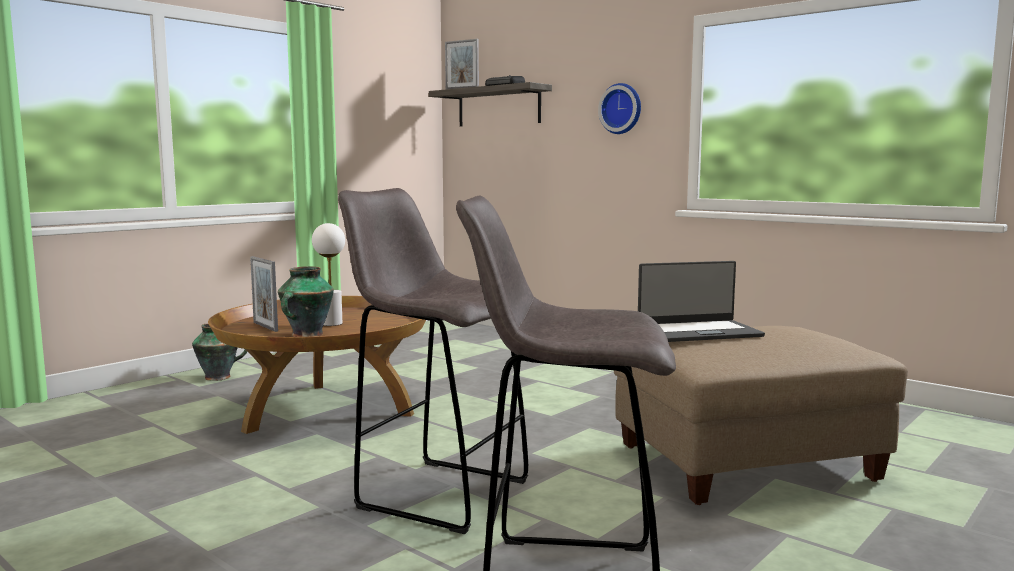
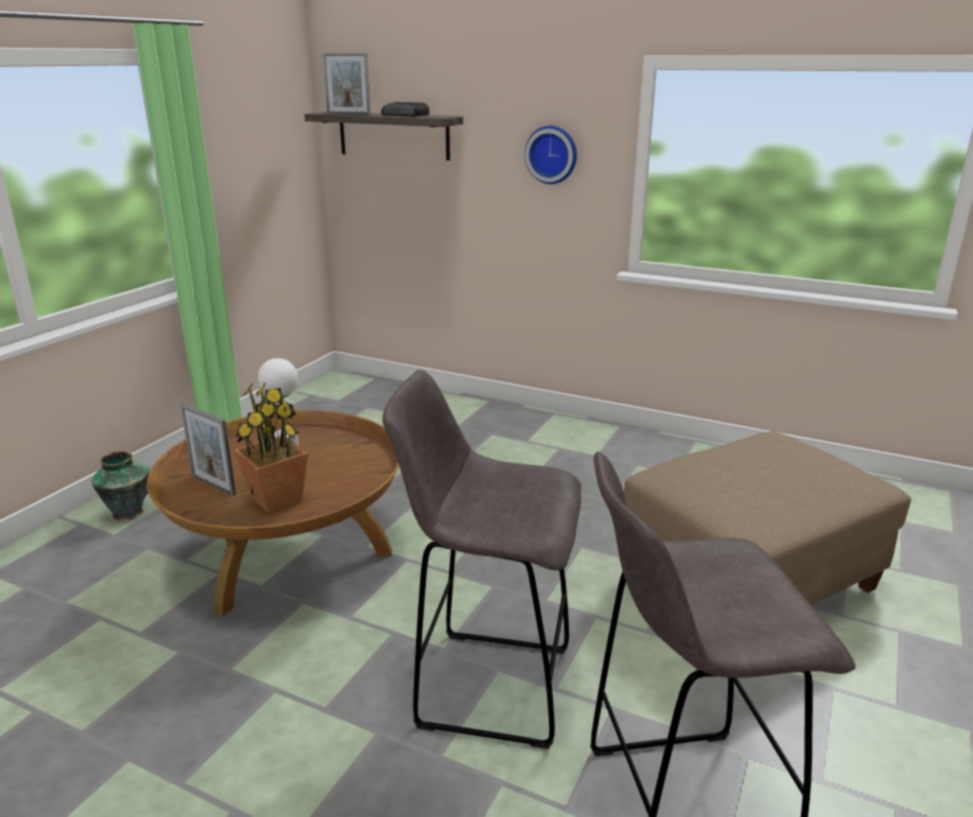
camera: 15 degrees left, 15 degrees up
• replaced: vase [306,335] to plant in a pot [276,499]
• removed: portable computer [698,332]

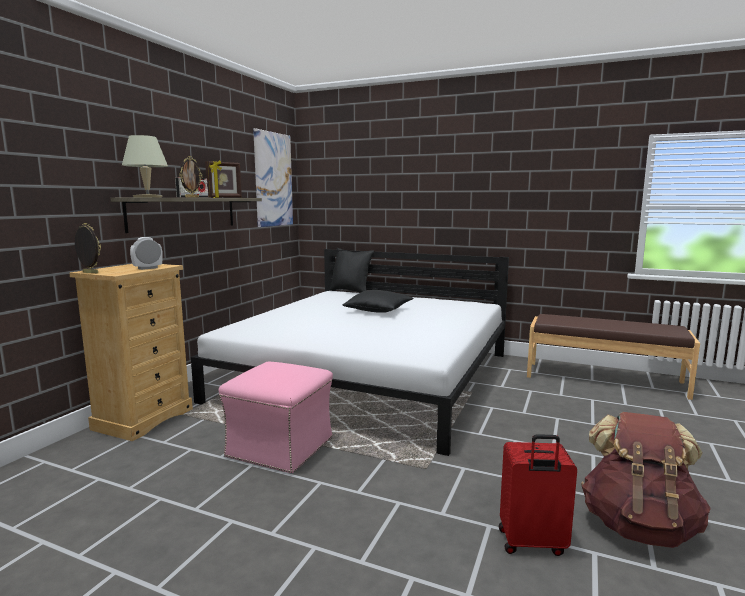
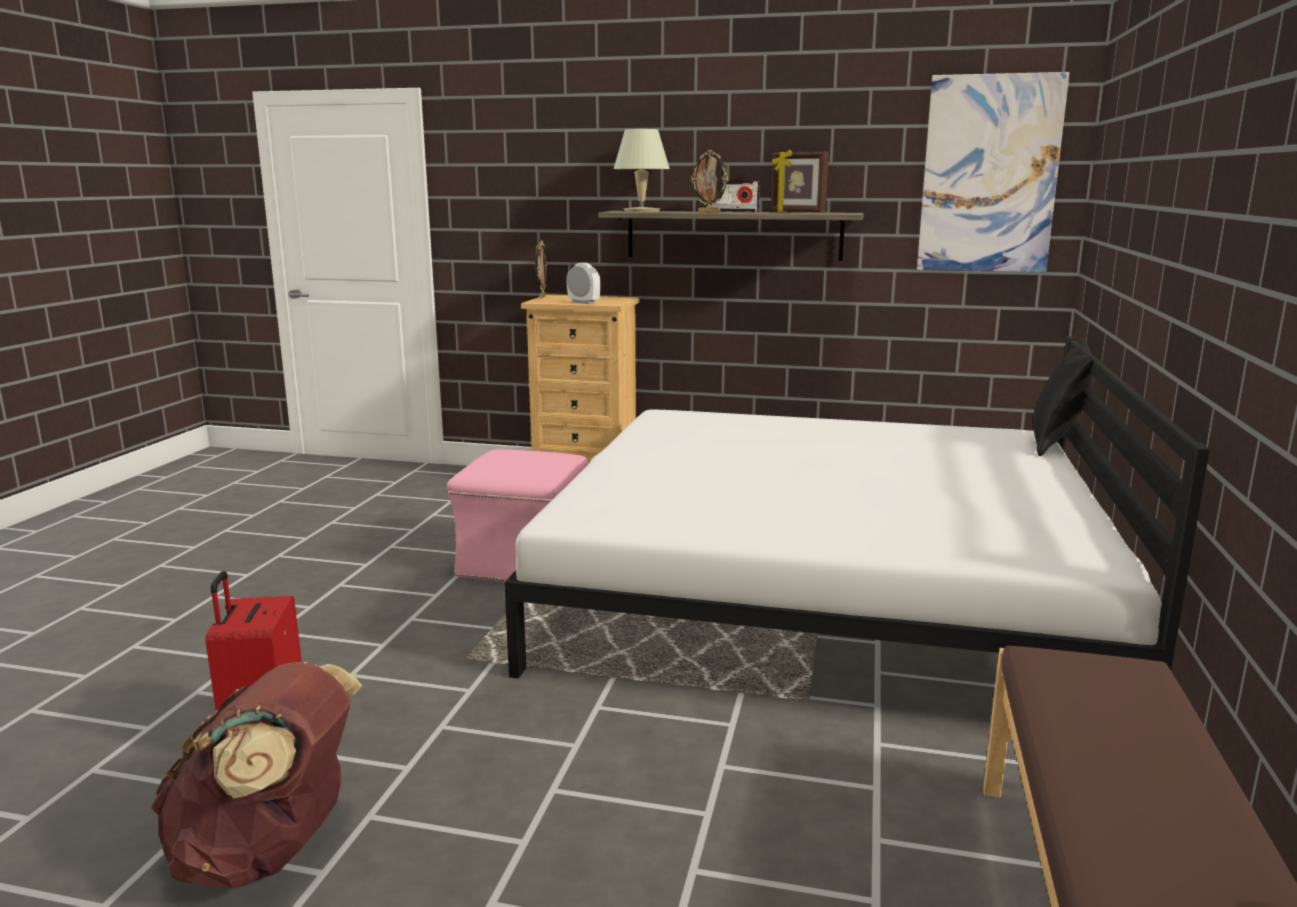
camera: 80 degrees right, 5 degrees up
• removed: black-coloured throw pillow [378,310]

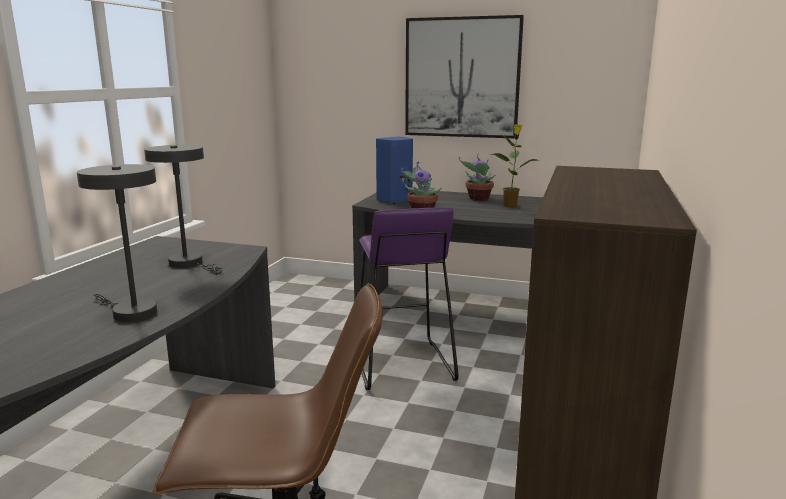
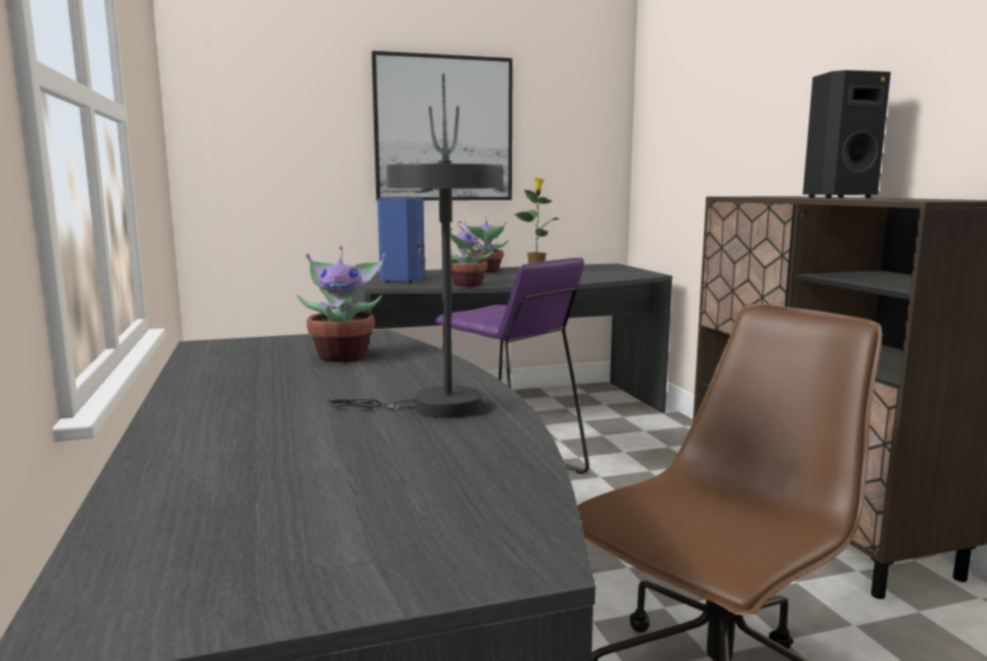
camera: 35 degrees left, 5 degrees down
• replaced: gray table lamp [190,264] to plant in a pot [343,356]
• added: black-coloured audio speaker [837,197]

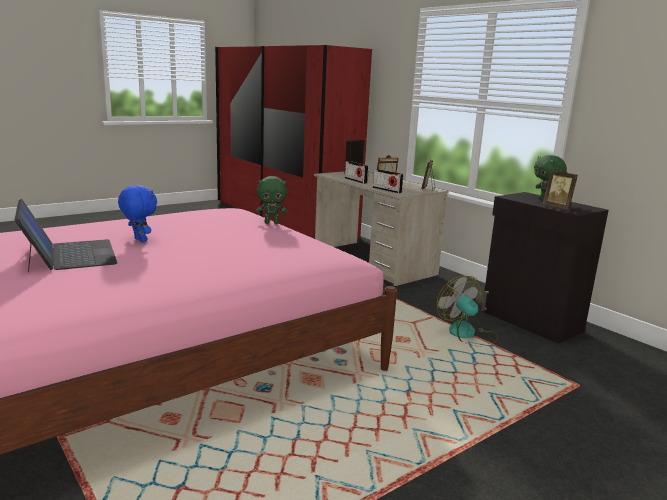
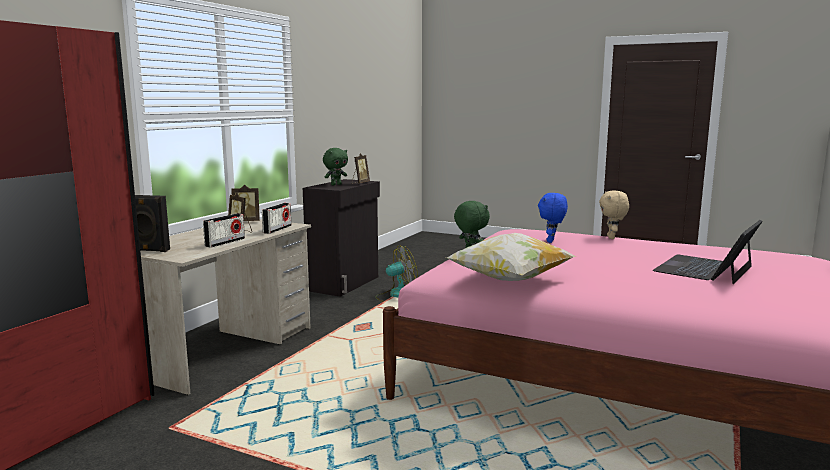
camera: 115 degrees left, 5 degrees down
• moved: blue-coloured plush toy [139,240] to [551,241]
• turned: fan [467,335] = [397,296] 150 degrees counterclockwise
• added: throw pillow [509,280]
• added: beige plush toy [612,238]

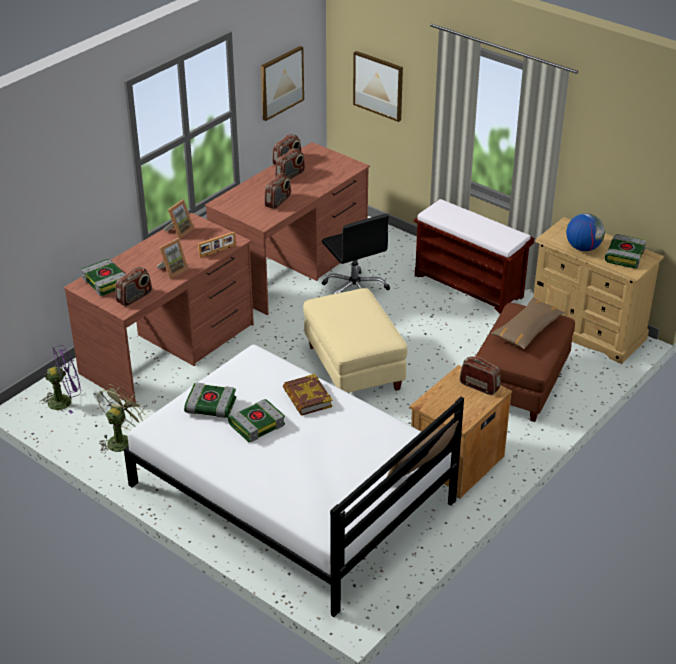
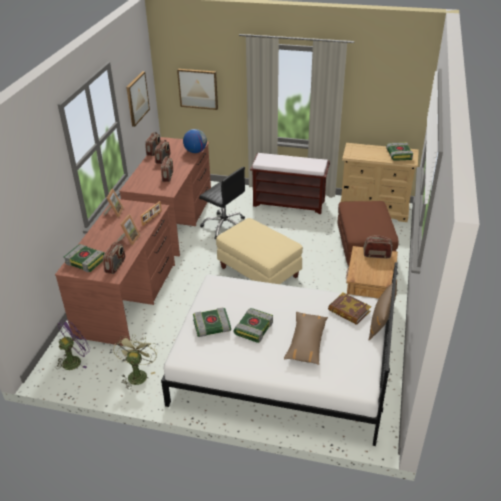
camera: 25 degrees left, 0 degrees up
• moved: bound book [307,398] to [349,311]
• moved: brown throw pillow [527,330] to [306,342]
• moved: world globe [583,248] to [195,151]

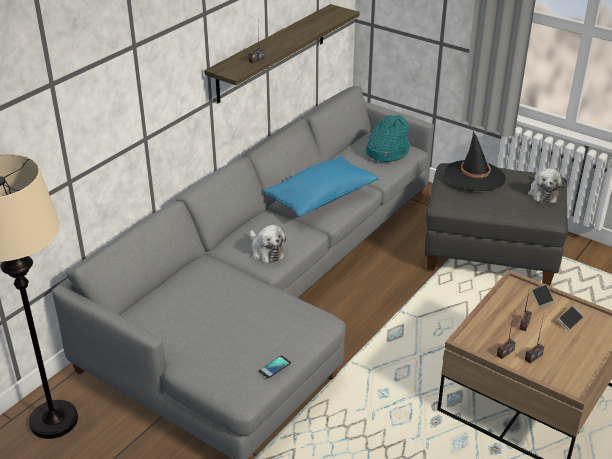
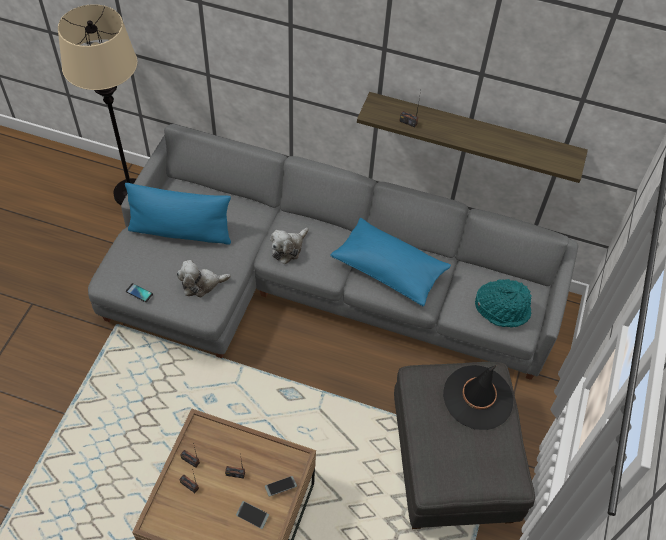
camera: 70 degrees right, 20 degrees up
• moved: plush toy [543,193] to [201,284]
• added: blue-coloured throw pillow [181,231]

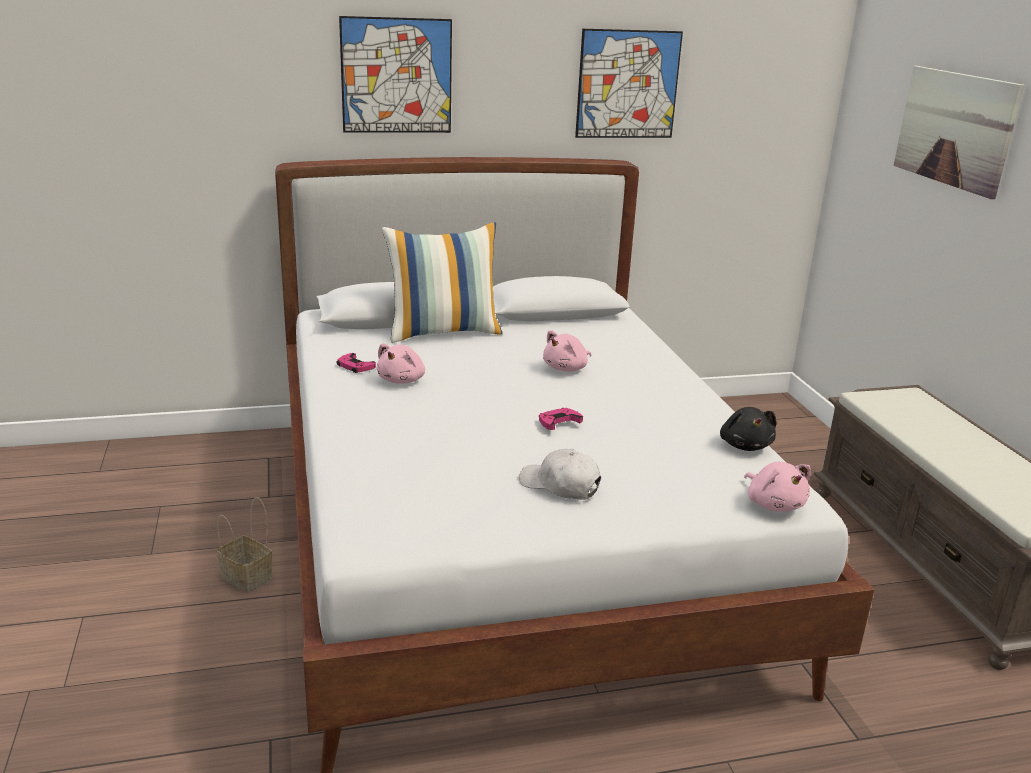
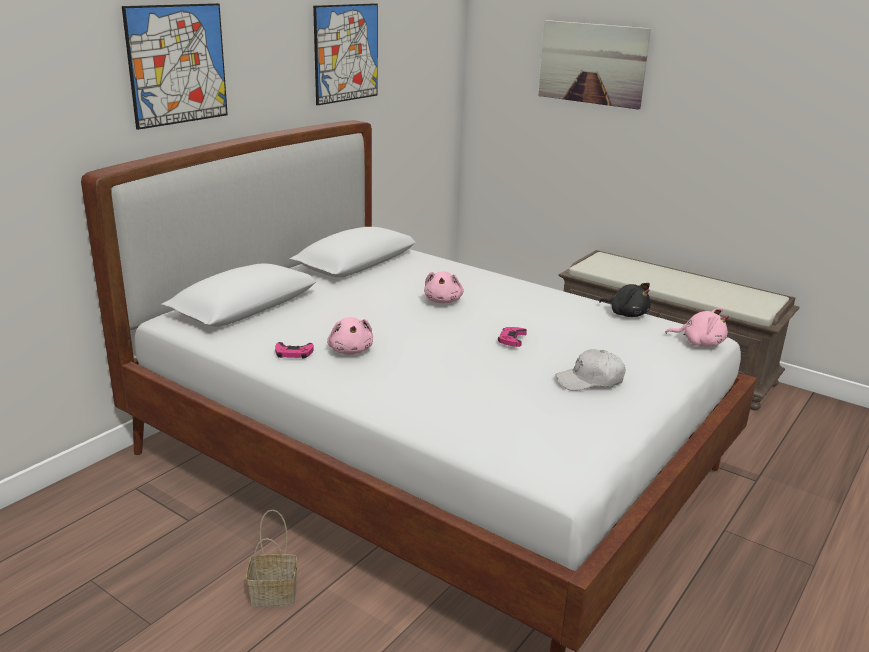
camera: 40 degrees left, 0 degrees up
• removed: throw pillow [443,332]

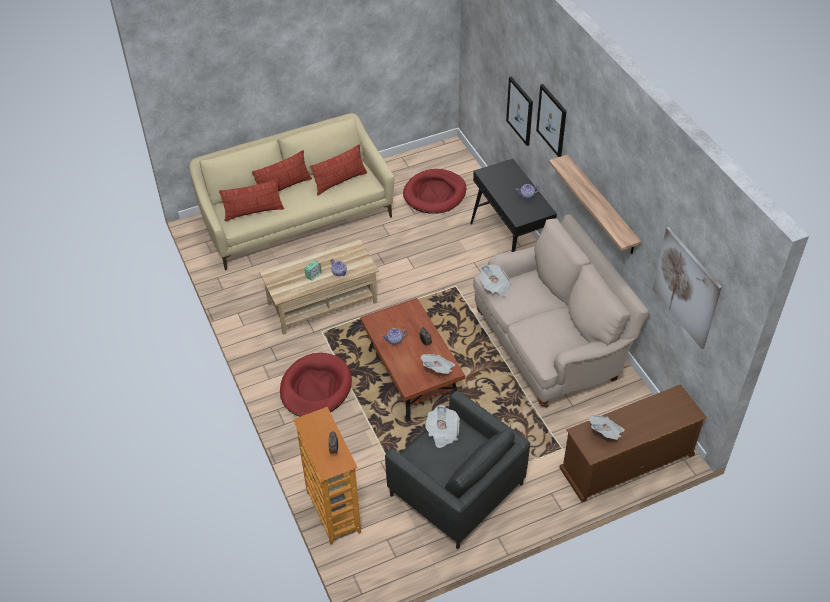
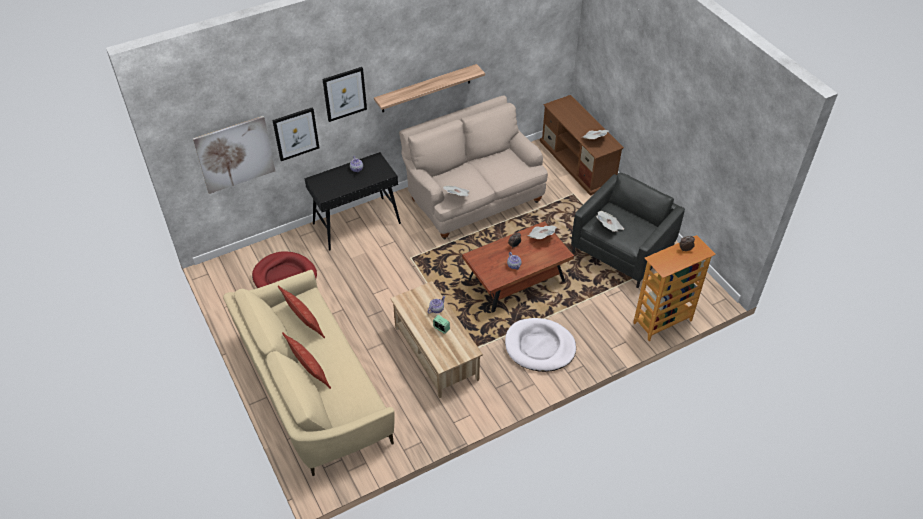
camera: 95 degrees left, 0 degrees up
• removed: throw pillow [253,212]
• recoloured: red dog bed [315,388] to white-coloured dog bed [539,347]
• moved: picture [686,287] to [235,154]

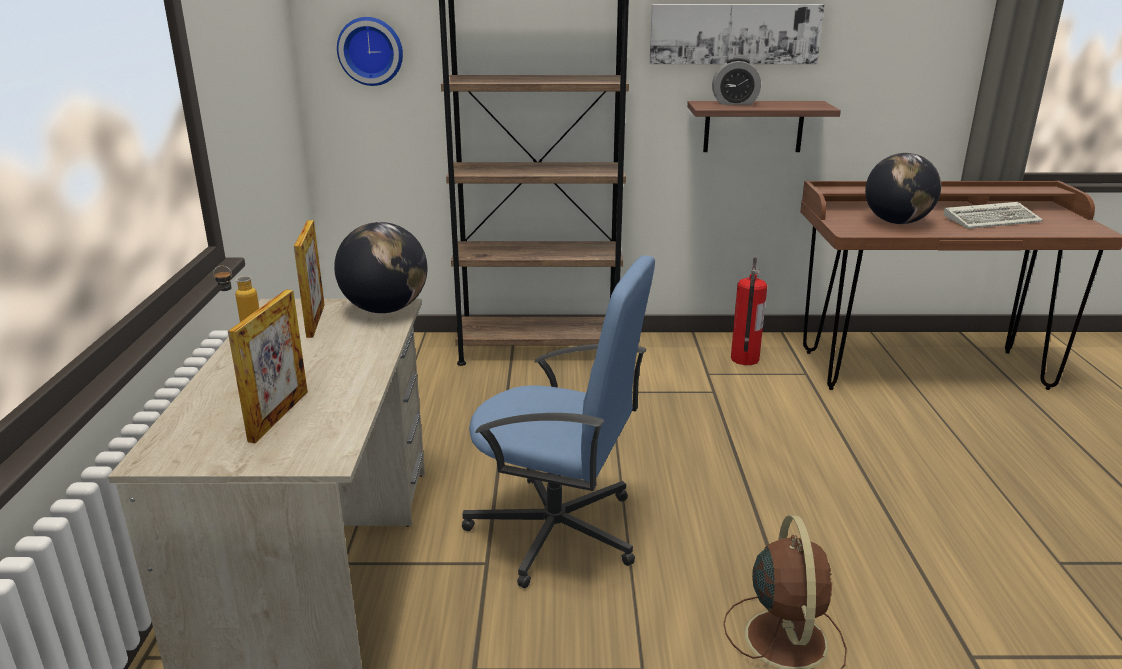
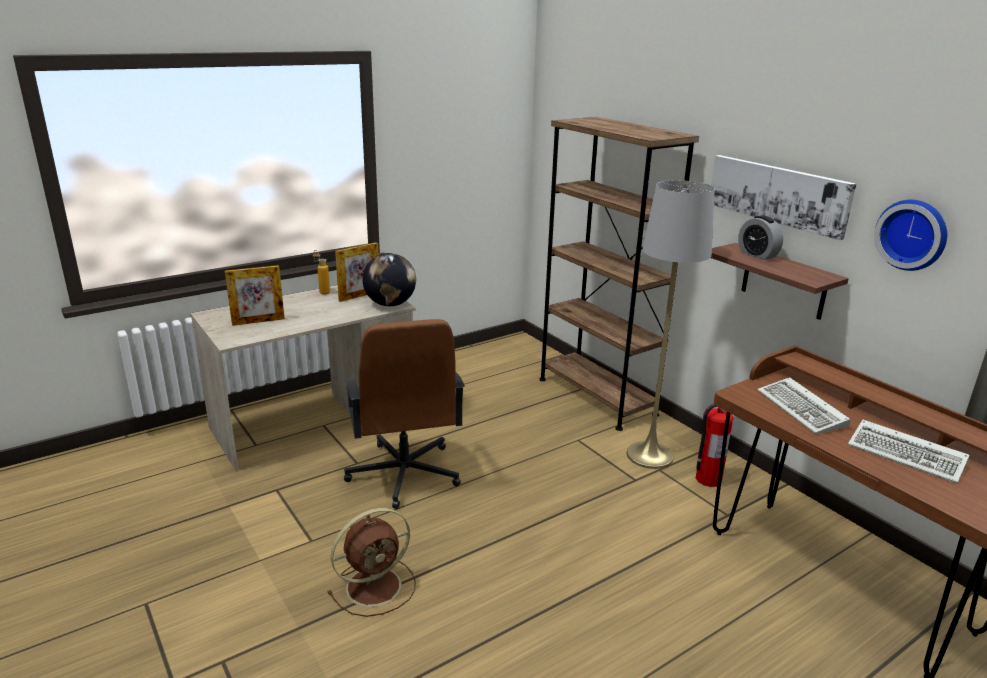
camera: 55 degrees right, 0 degrees up
• moved: clock on the wall [371,51] to [913,234]
• recoloured: blue-coloured desk chair [557,531] to brown desk chair [404,474]
• replaced: world globe [897,222] to PC keyboard [803,410]
• added: gray standard lamp [649,455]

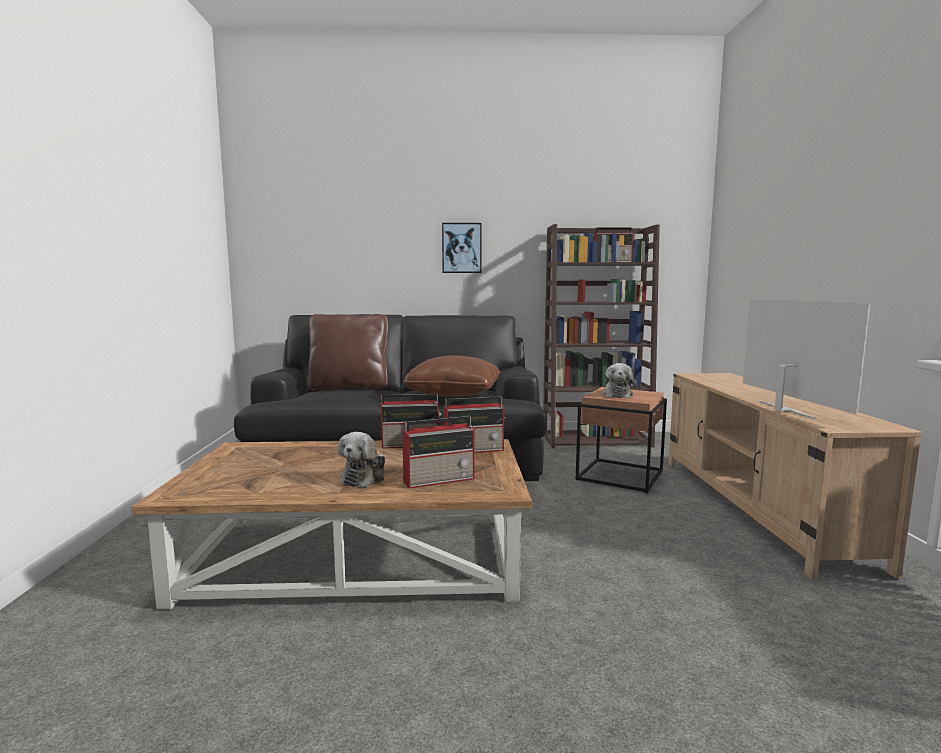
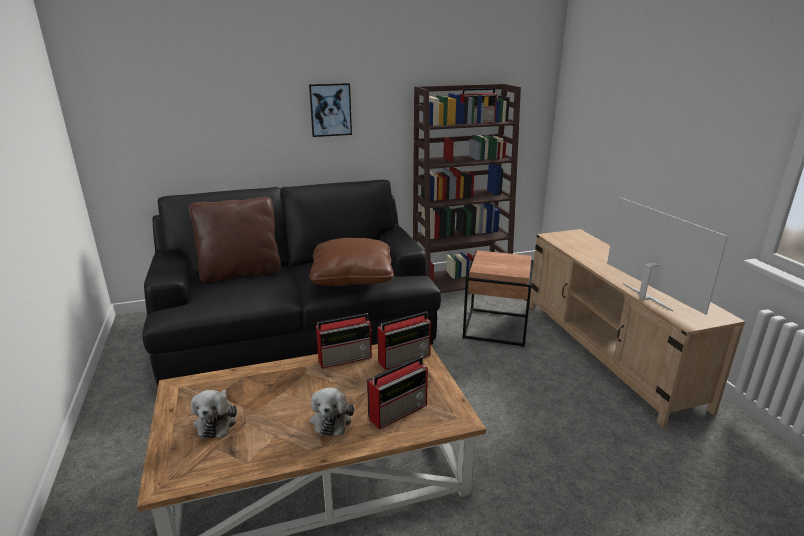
camera: 15 degrees left, 15 degrees up
• moved: plush toy [617,394] to [216,421]

